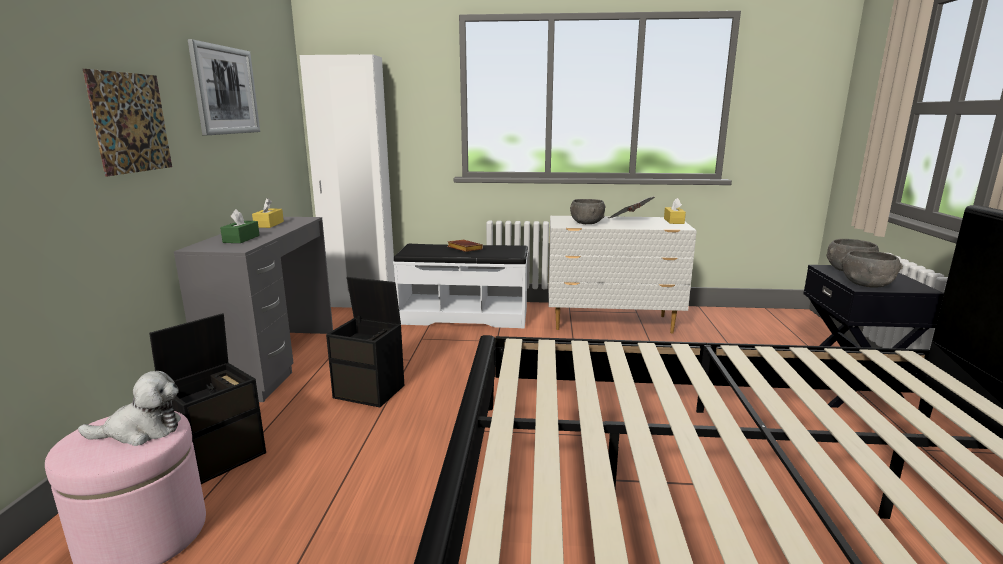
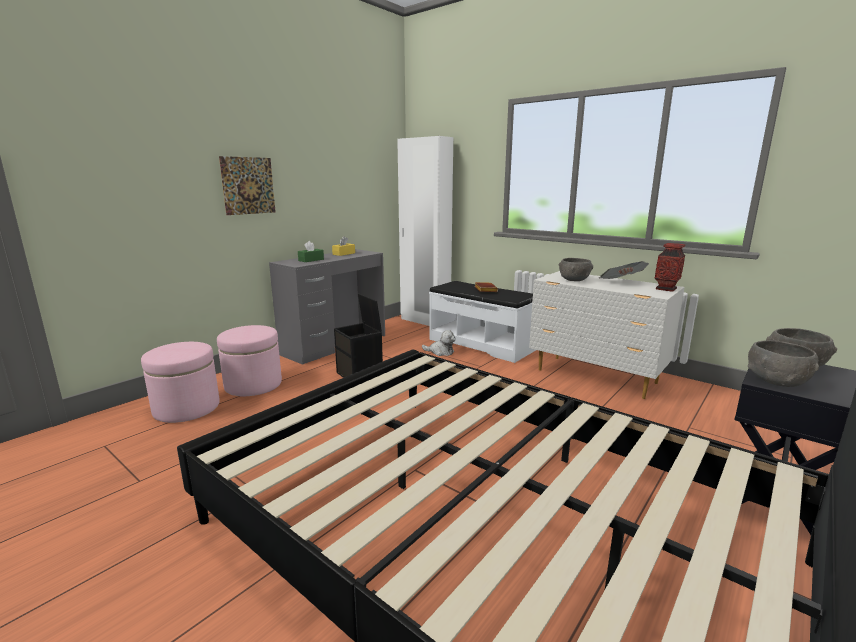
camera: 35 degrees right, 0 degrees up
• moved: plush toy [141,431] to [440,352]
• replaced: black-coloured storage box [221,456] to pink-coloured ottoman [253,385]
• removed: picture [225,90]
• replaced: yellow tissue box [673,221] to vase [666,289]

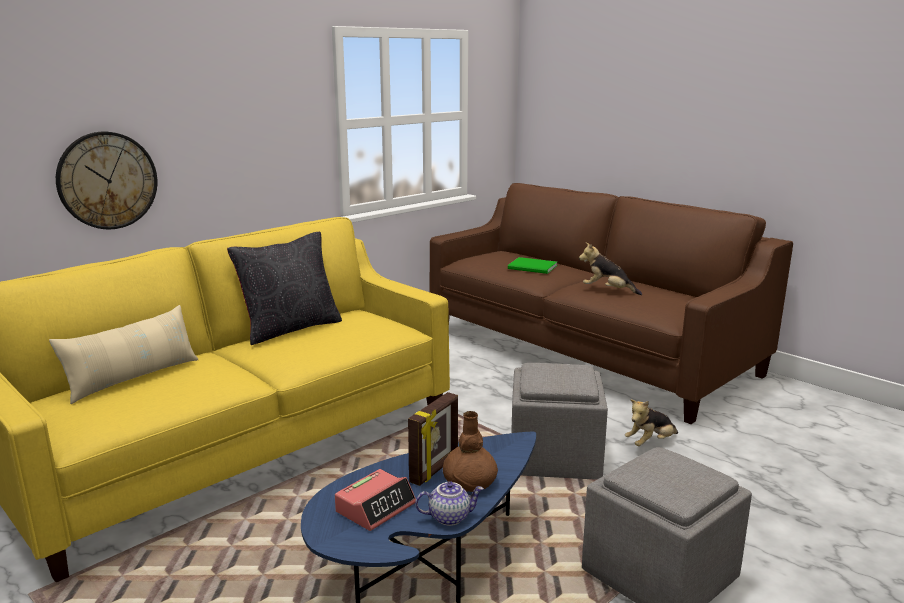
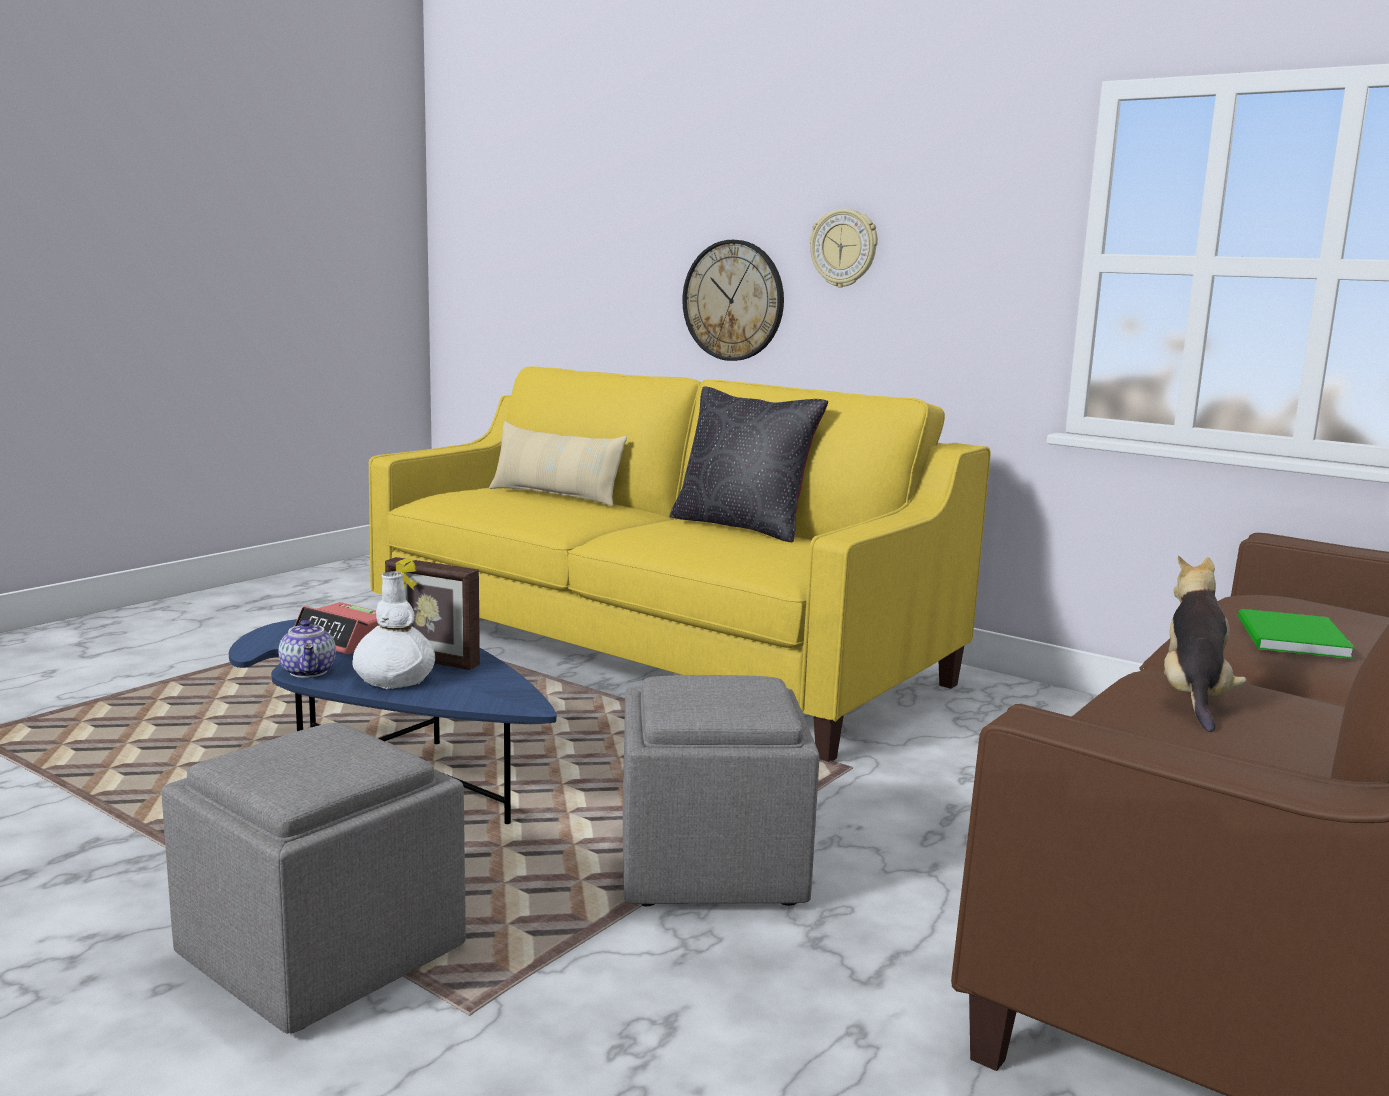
camera: 80 degrees right, 5 degrees down
• recoloured: brown vase [469,482] to white-coloured vase [395,679]
• removed: plush toy [650,443]
• added: clock on the wall [844,248]

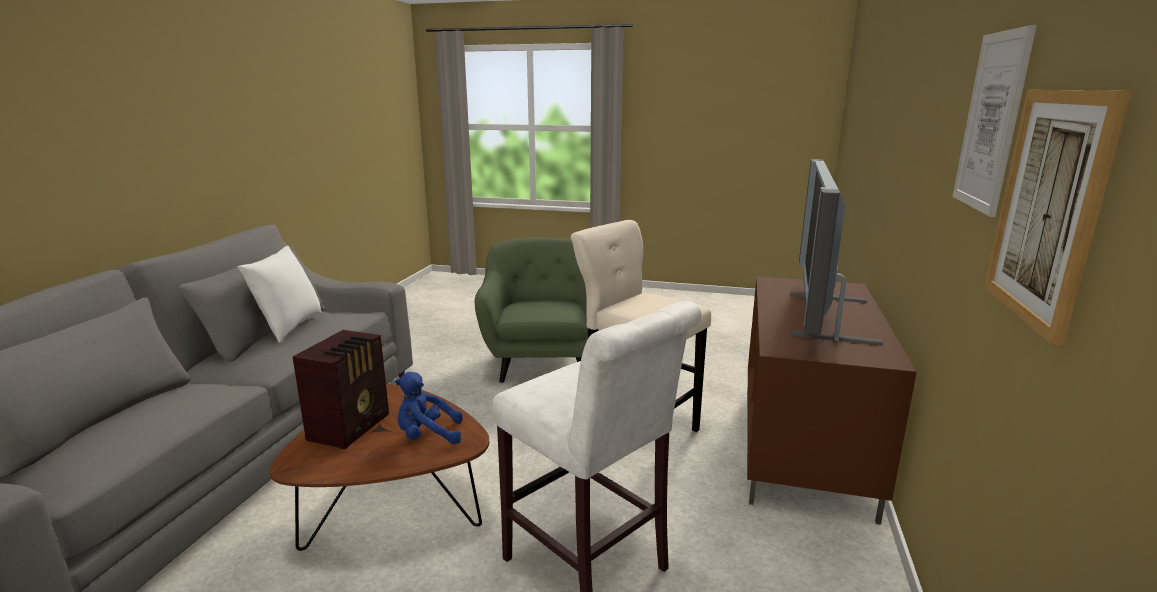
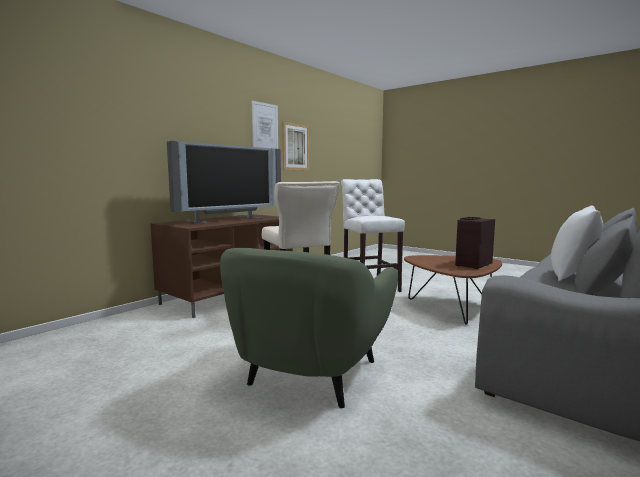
camera: 155 degrees left, 10 degrees down
• removed: blue-coloured plush toy [427,436]

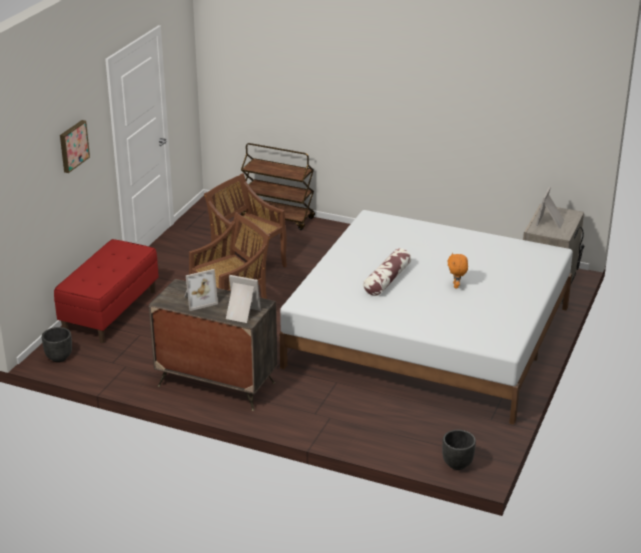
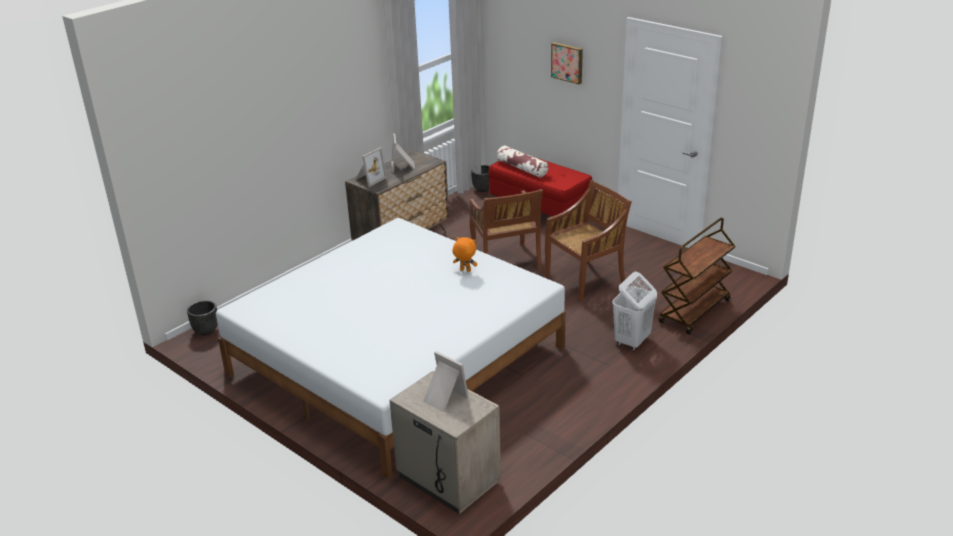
camera: 110 degrees right, 0 degrees up
• moved: throw pillow [387,280] to [522,168]
• moved: orange plush toy [456,286] to [465,270]
• added: white-coloured laundry basket [632,341]

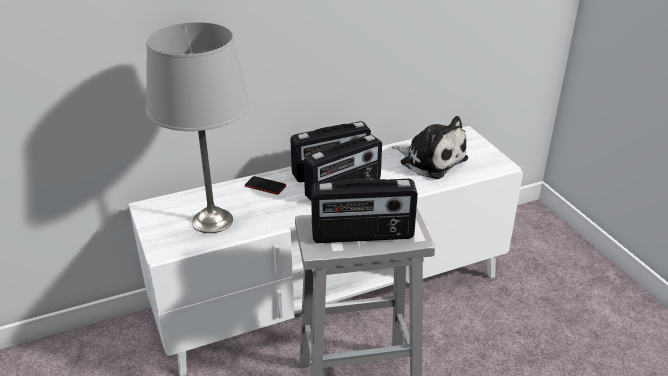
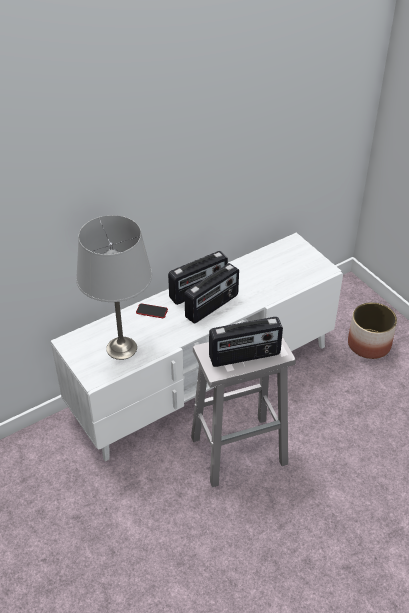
camera: 10 degrees left, 10 degrees up
• removed: plush toy [430,160]
• added: flower pot [369,344]

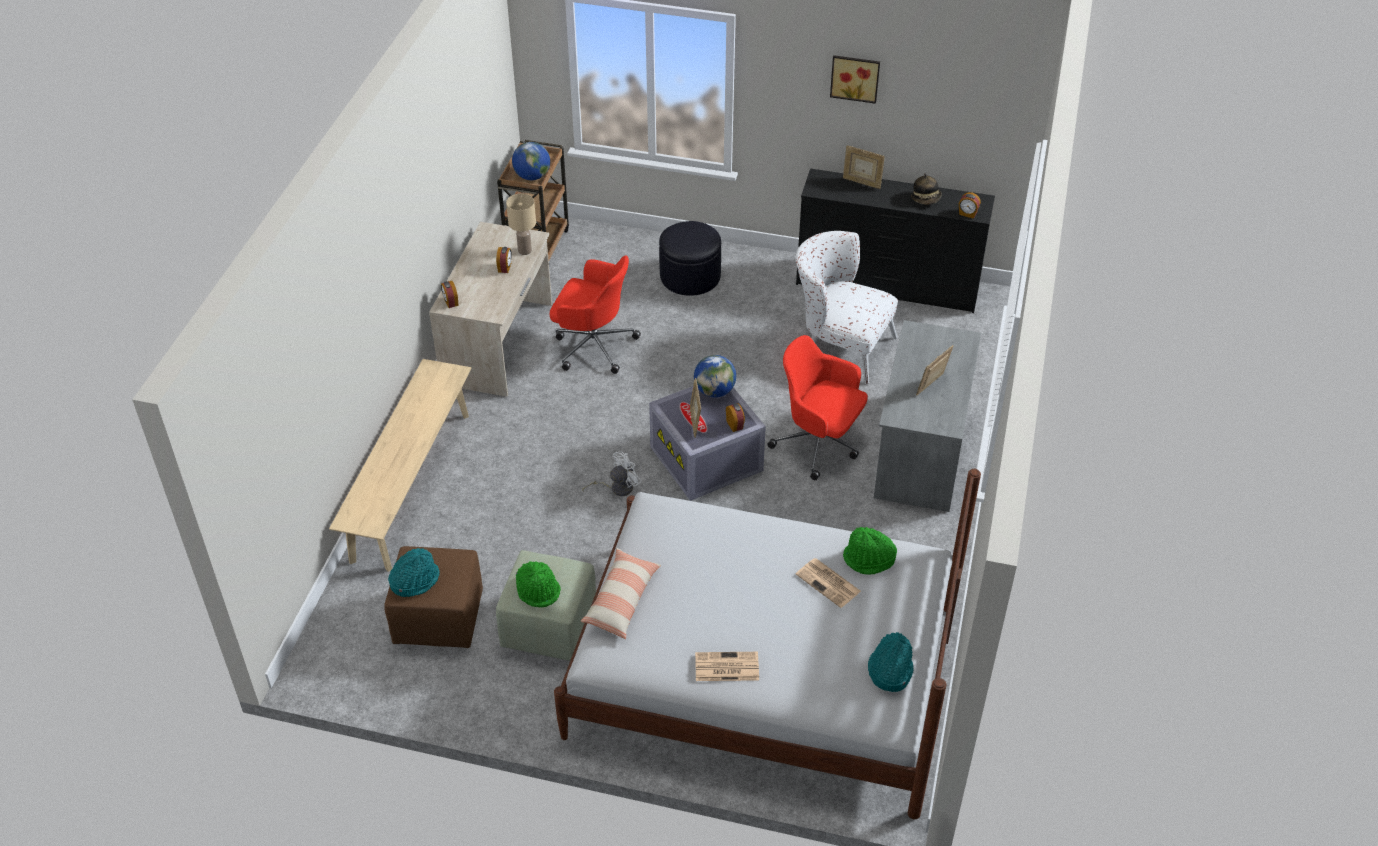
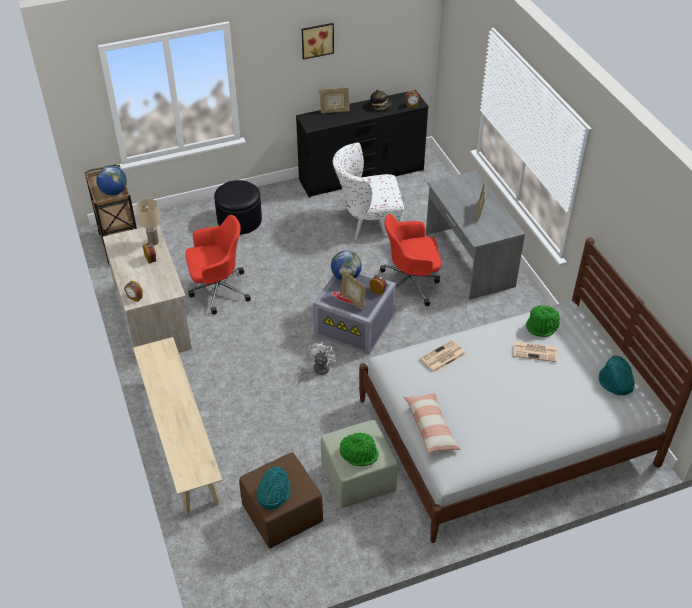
camera: 35 degrees left, 0 degrees up
• moved: daily paper [726,667] to [443,357]

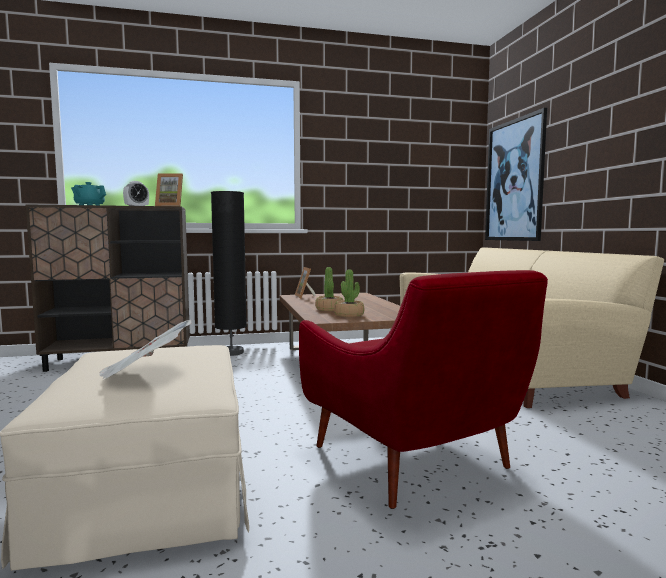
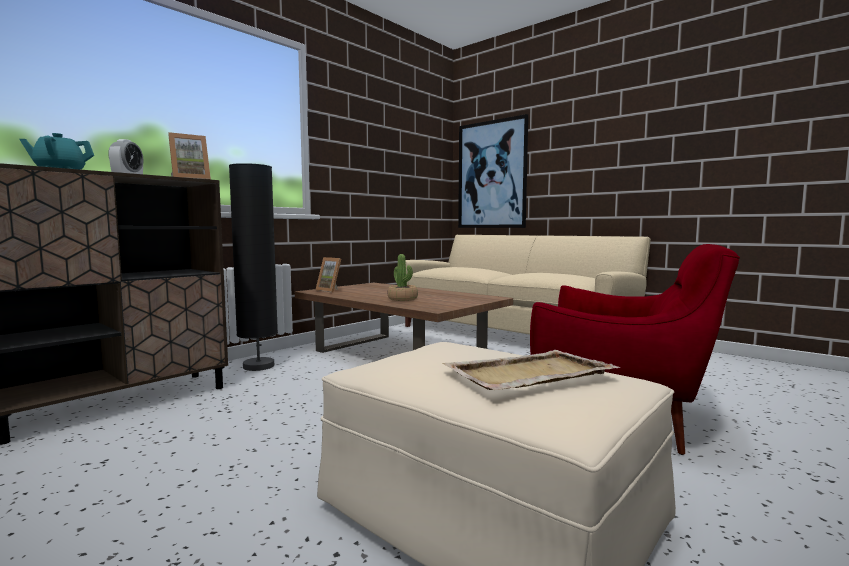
camera: 35 degrees left, 0 degrees up
• replaced: daily paper [144,373] to beige serving tray [528,374]
• removed: plant in a pot [349,315]

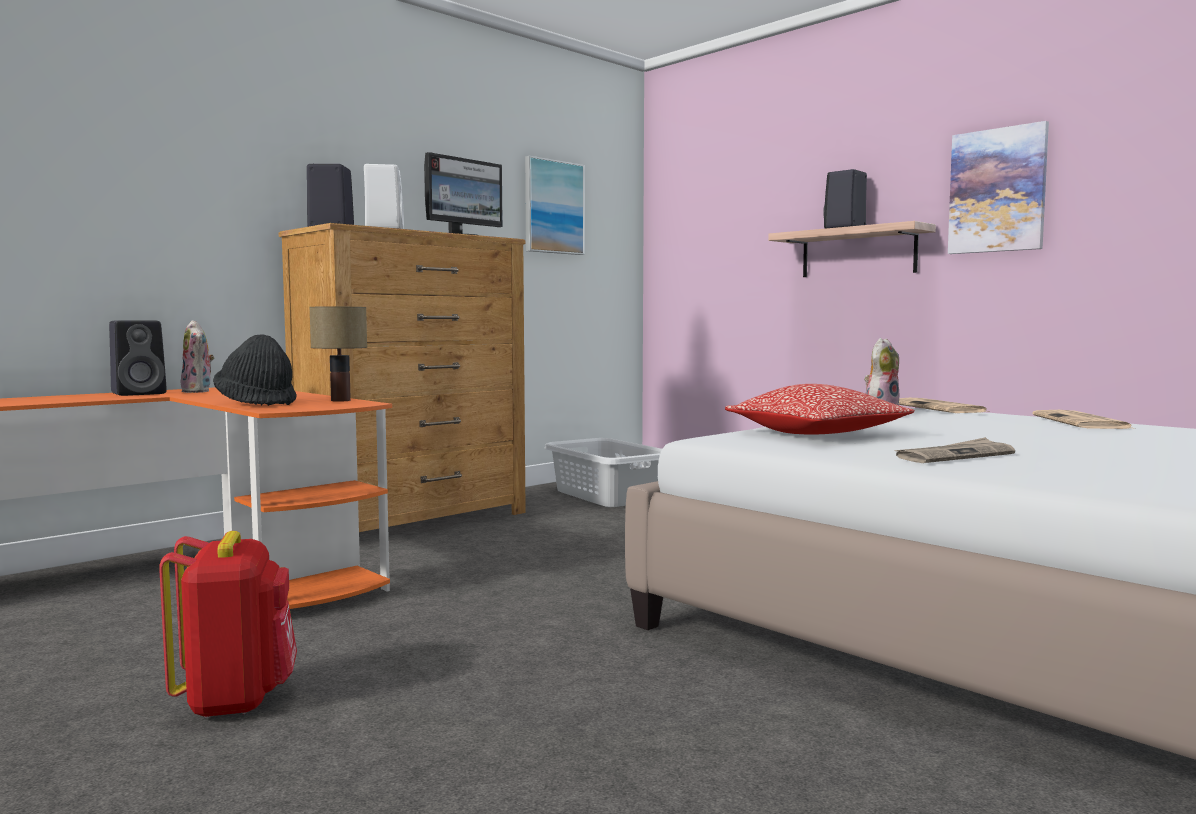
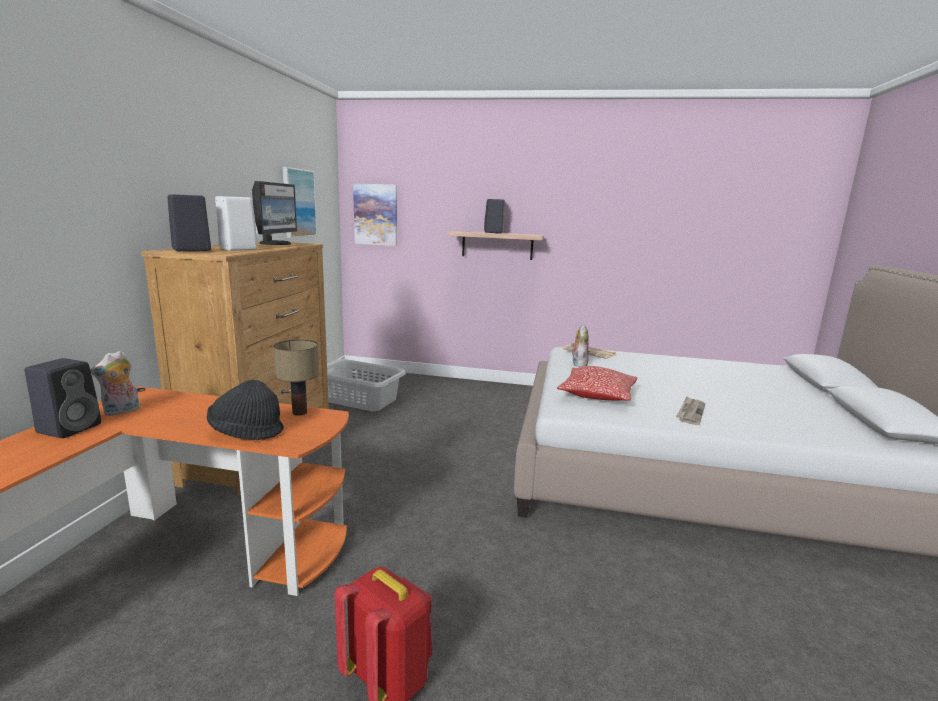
camera: 35 degrees left, 10 degrees up
• turned: plush toy [199,391] = [121,411] 105 degrees clockwise
• moved: picture [997,190] to [376,214]
• removed: daily paper [1082,422]

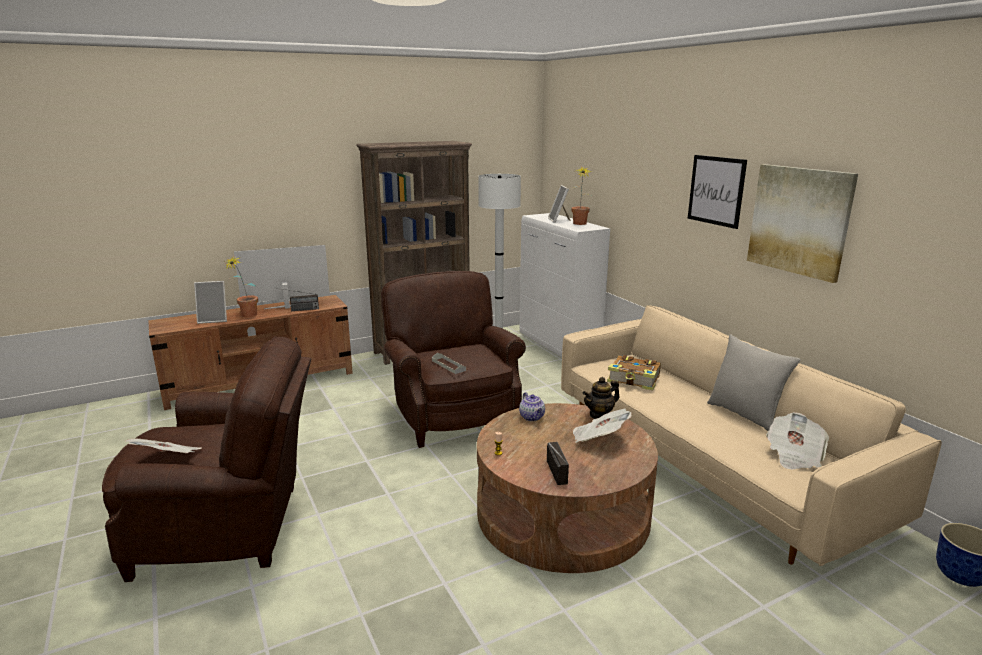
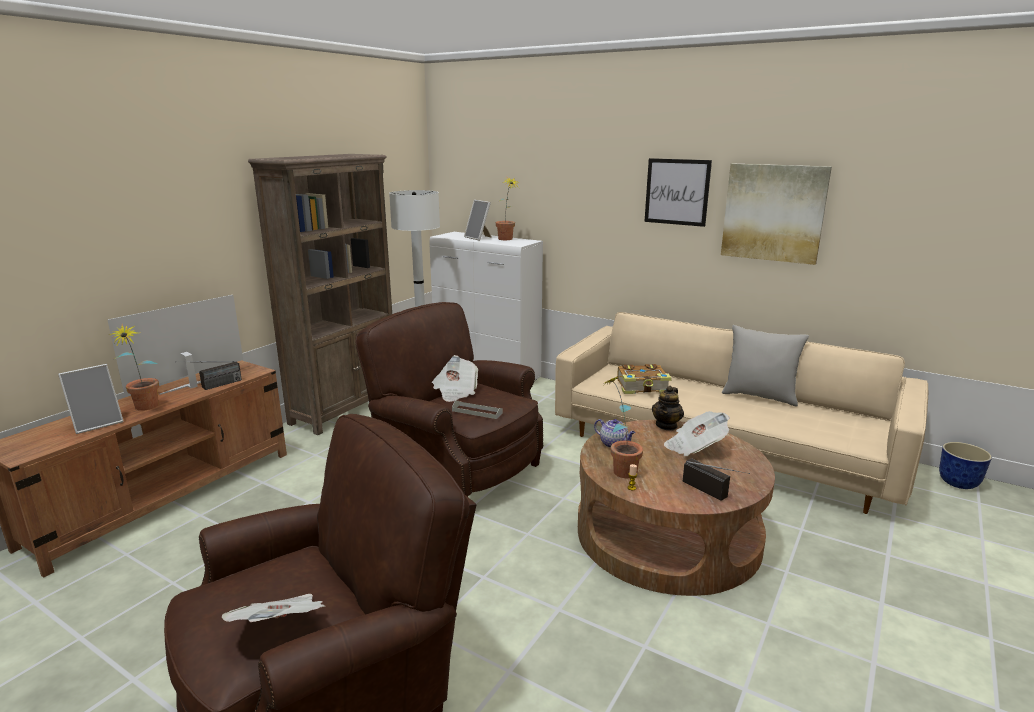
camera: 30 degrees left, 0 degrees up
• moved: daily paper [794,455] to [454,391]
• added: plant in a pot [619,469]

